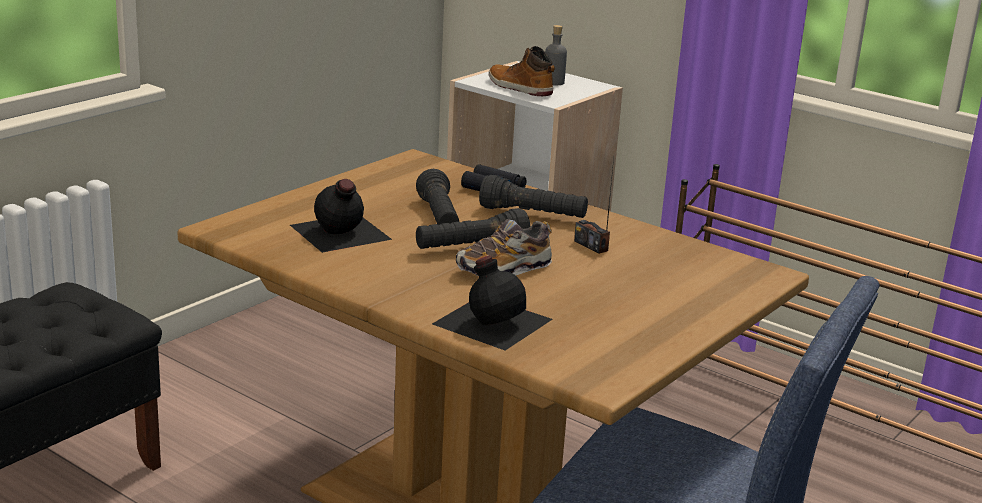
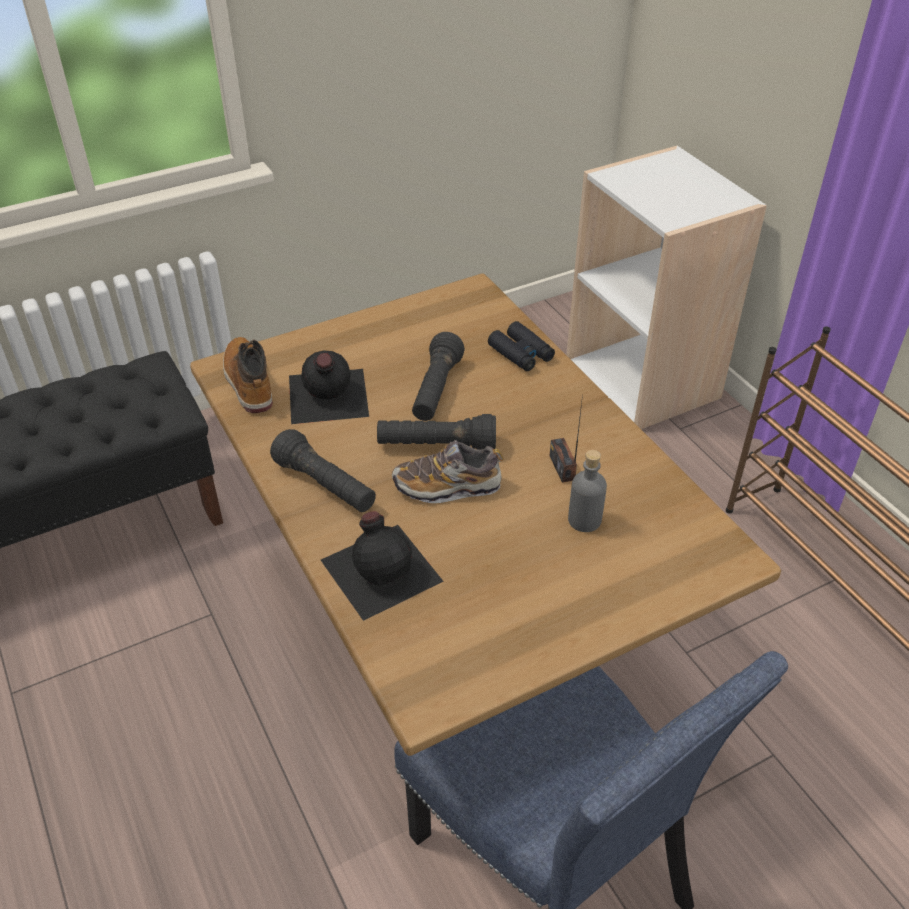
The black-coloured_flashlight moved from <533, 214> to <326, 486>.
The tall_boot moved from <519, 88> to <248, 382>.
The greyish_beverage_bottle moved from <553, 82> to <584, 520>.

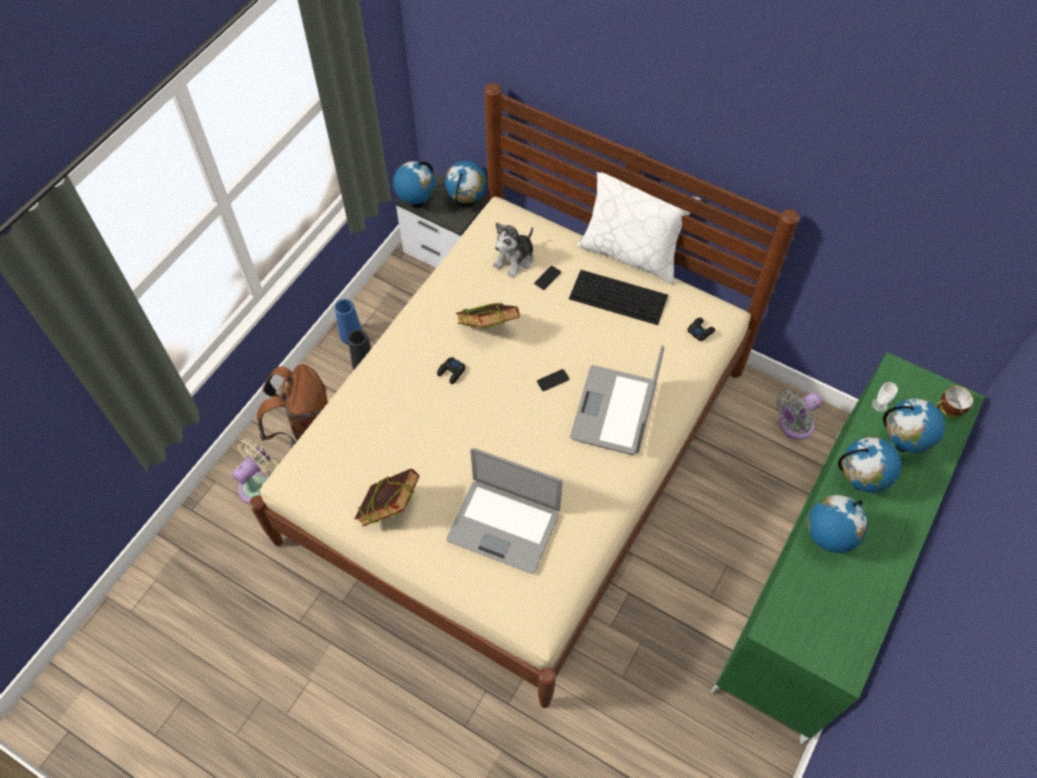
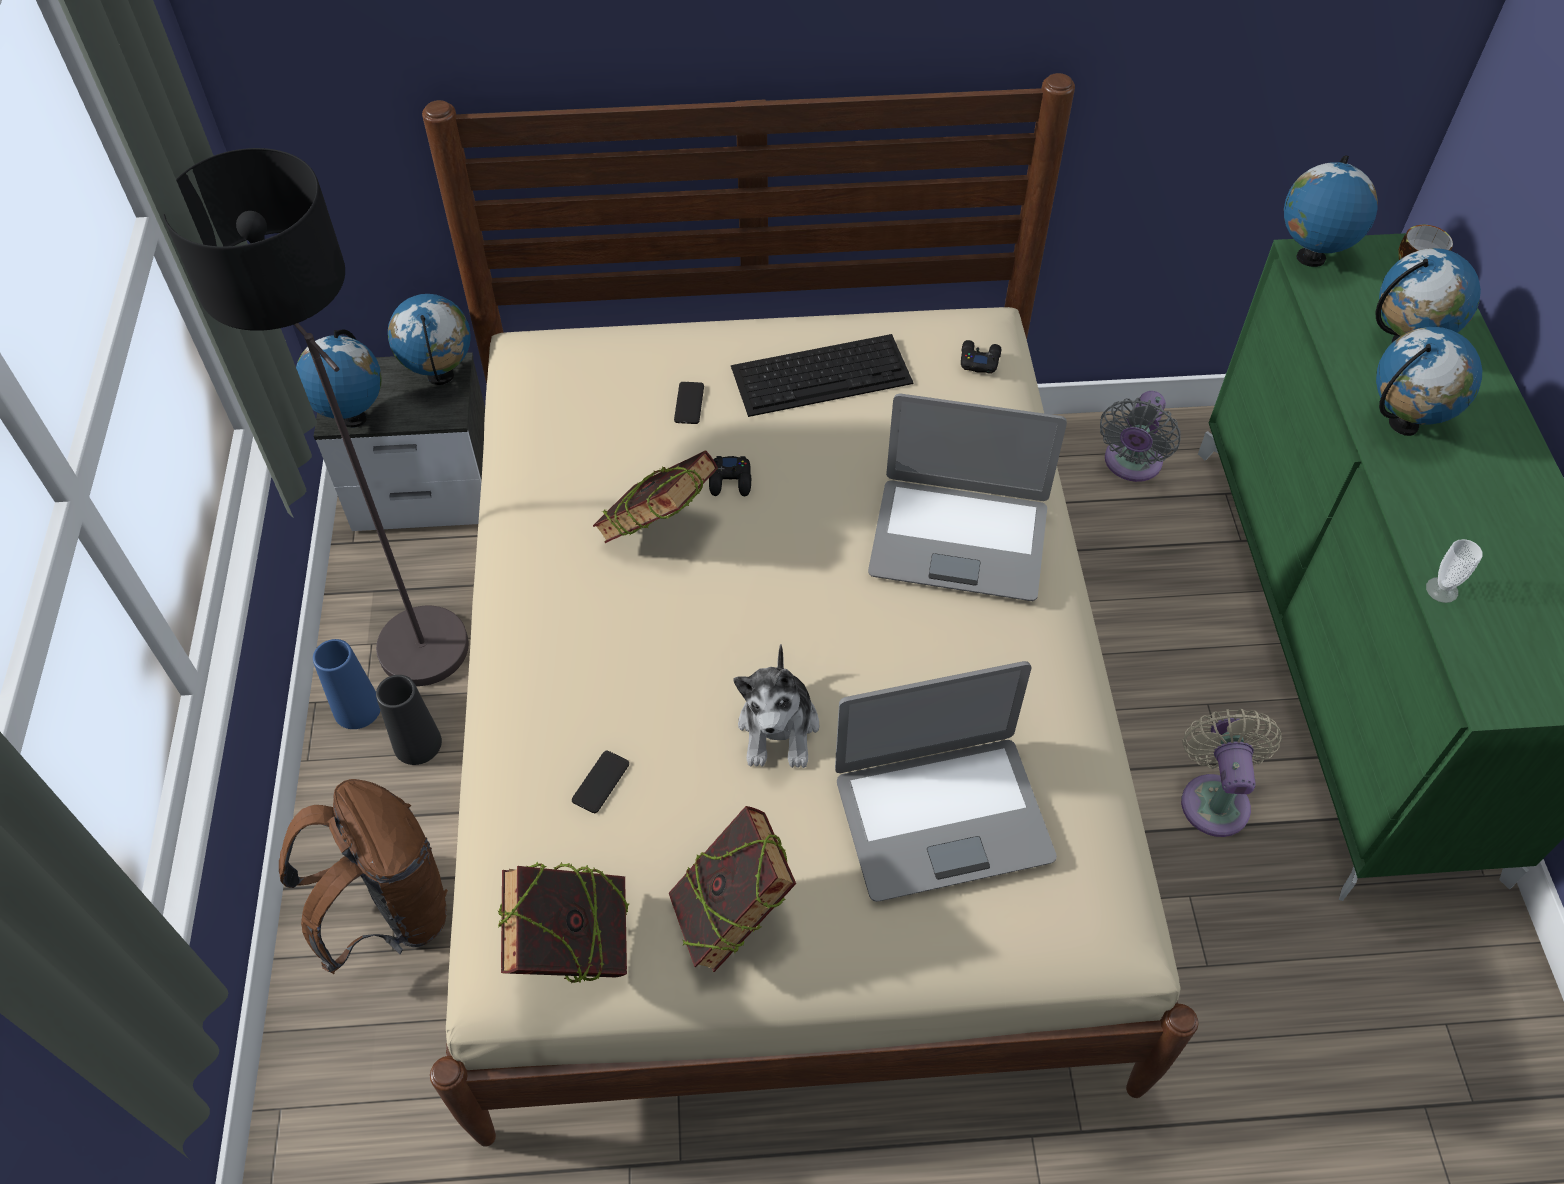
The beige-coloured_fan moved from <259, 485> to <1214, 798>.
The black-coloured_gamepad moved from <451, 372> to <731, 481>.
The plush_toy moved from <515, 259> to <779, 727>.
The phone moved from <553, 380> to <600, 782>.
The laptop at <614, 411> turned 60 degrees counterclockwise.
The white-coloured_cushion at <631, 253> disappeared.
The world_globe moved from <826, 539> to <1310, 258>.
The cup moved from <879, 405> to <1441, 590>.
The black-coloured_floor_lamp at <409, 631> appeared.
The book at <573, 948> appeared.

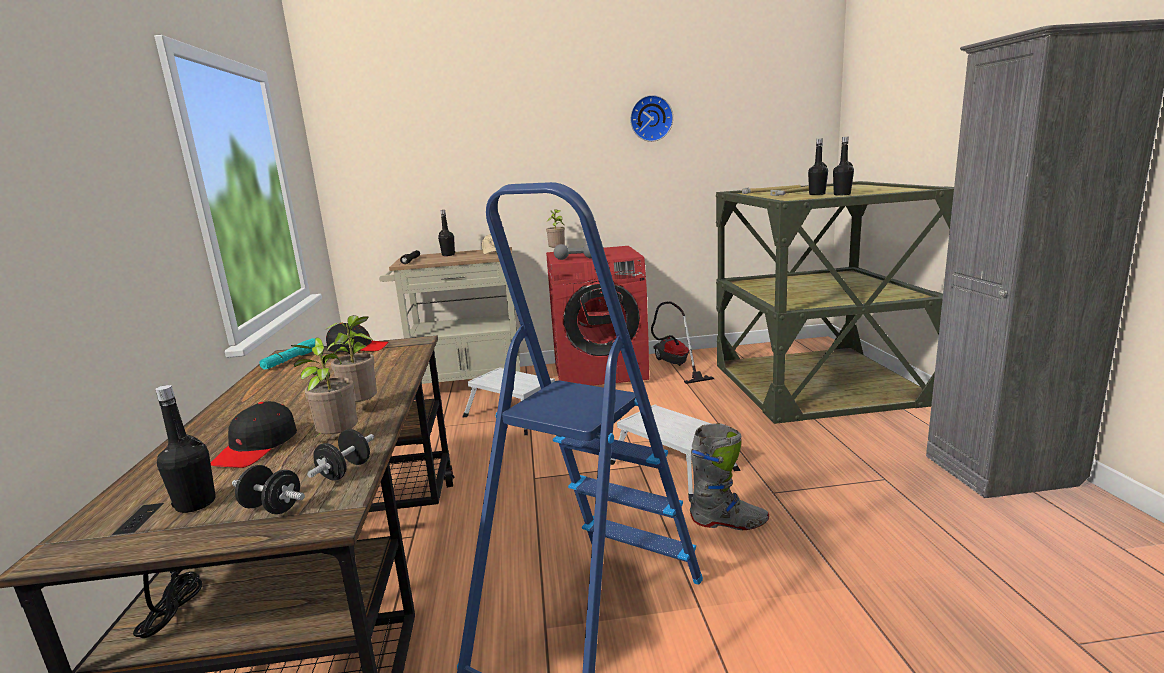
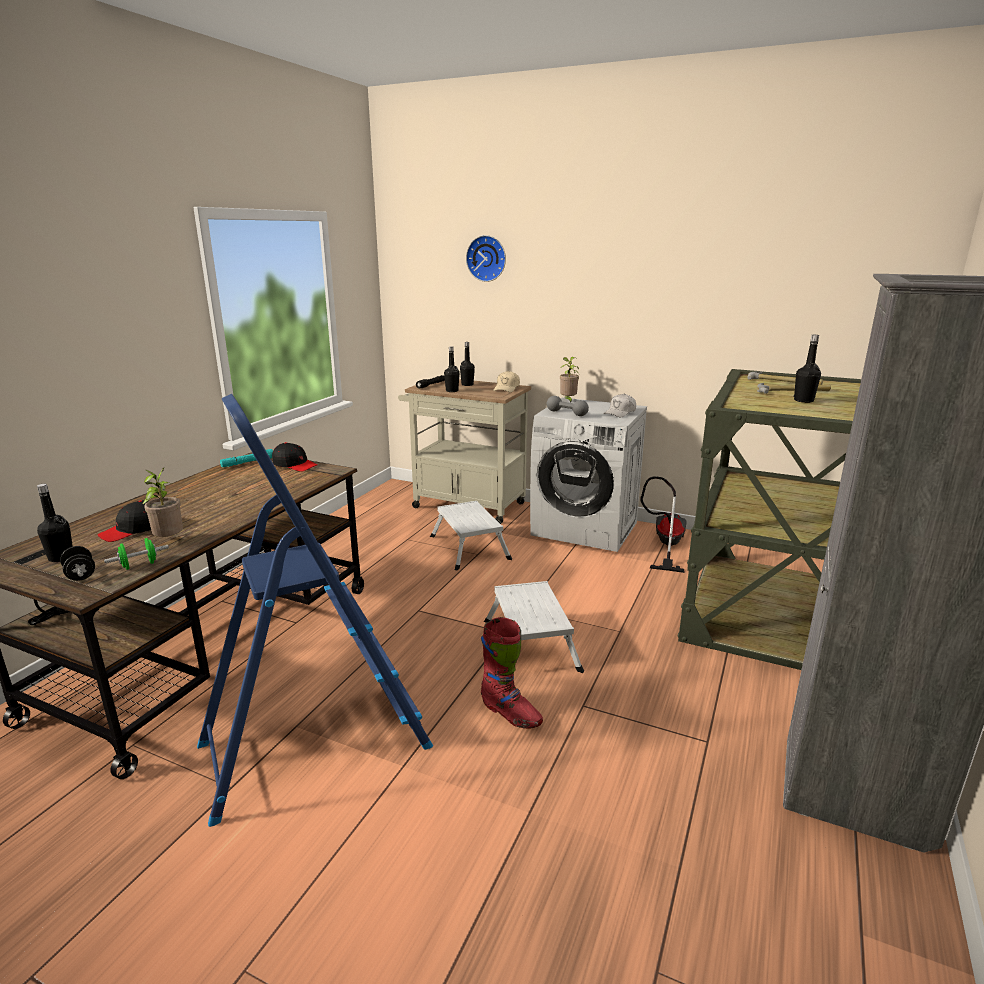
The black-coloured_free_weight at <345, 471> became the green-coloured_free_weight at <139, 565>.
The potted_plant at <362, 408> disappeared.
The red_laundry_machine at <600, 374> became the white-coloured_laundry_machine at <585, 531>.
The hanging_clock moved from <650, 118> to <487, 258>.
The greyish_tall_boot at <729, 523> became the red_tall_boot at <510, 714>.
The black-coloured_beverage_bottle moved from <842, 194> to <452, 391>.
The white-coloured_peaked_cap at <620, 413> appeared.

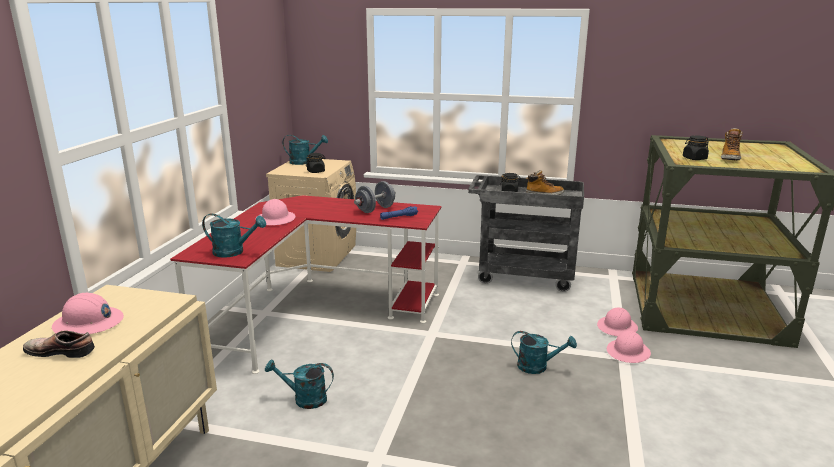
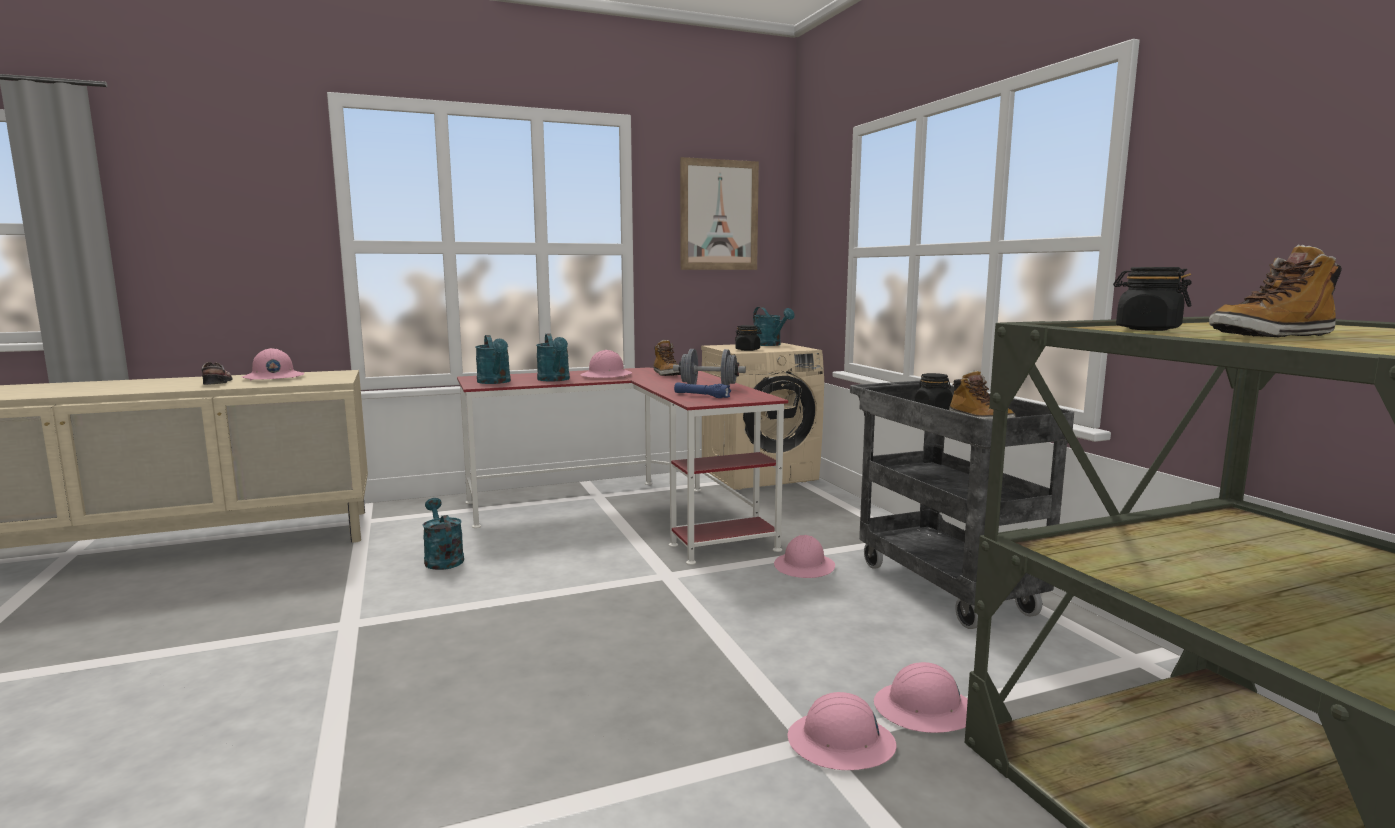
The blue-green_sprinkling_can moved from <538, 367> to <555, 380>.
The tall_boot at <667, 374> appeared.
The picture at <719, 215> appeared.
The pink_safety_helmet at <804, 567> appeared.

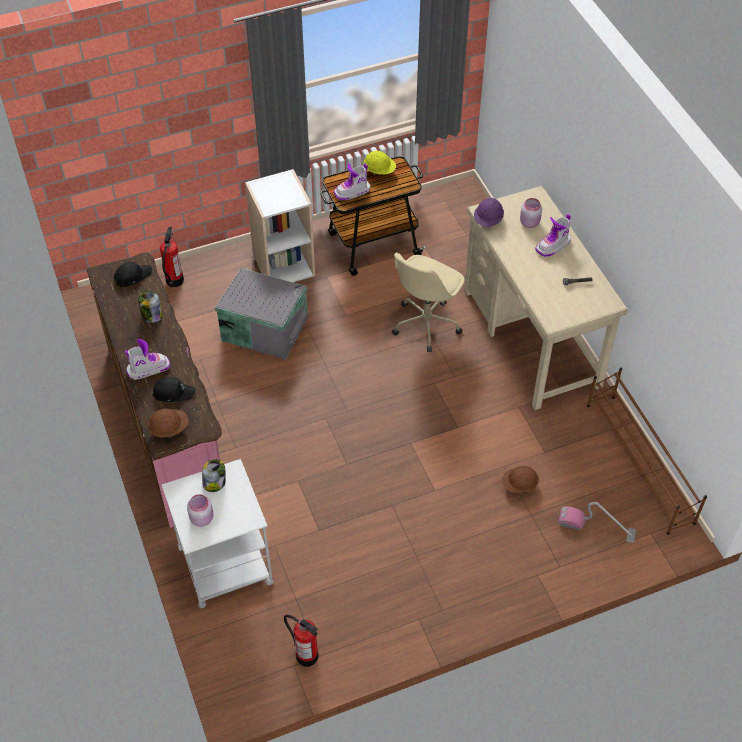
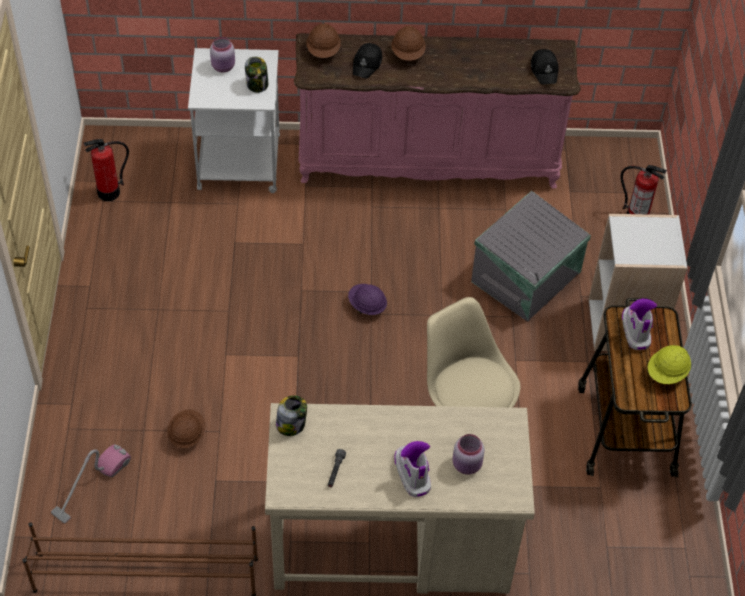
The tall_boot at <148, 369> was replaced by the brown-coloured_safety_helmet at <408, 54>.
The preserve_jar moved from <151, 315> to <291, 424>.
The purplish_safety_helmet moved from <488, 221> to <367, 306>.

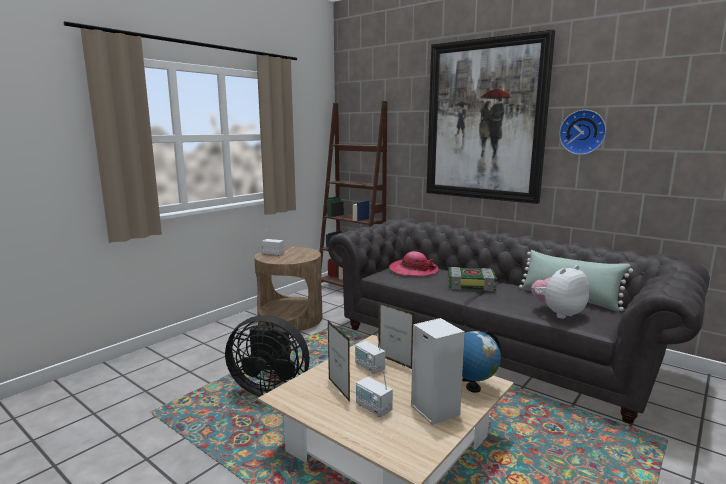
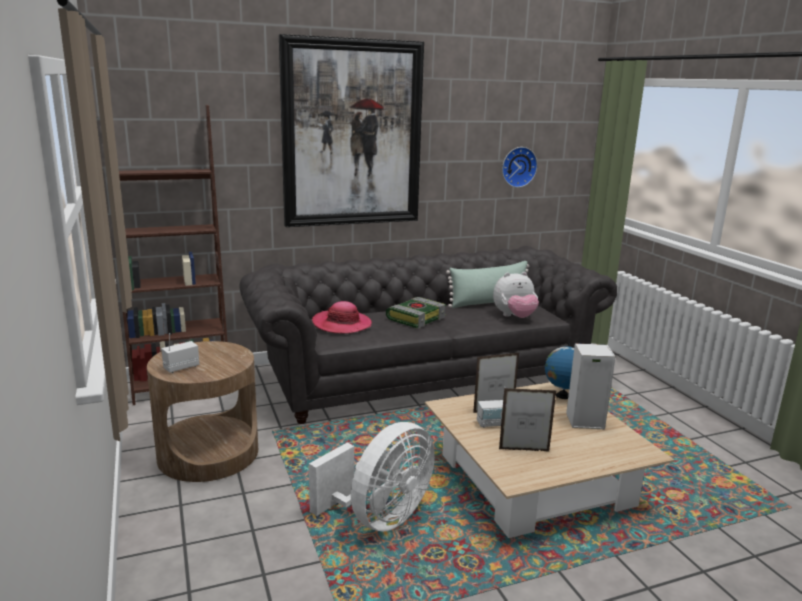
The black-coloured_fan at <270, 388> became the white-coloured_fan at <379, 518>.
The radio_set at <373, 408> disappeared.
The plush_toy at <558, 313> turned 105 degrees counterclockwise.
The hanging_clock moved from <583, 132> to <518, 166>.

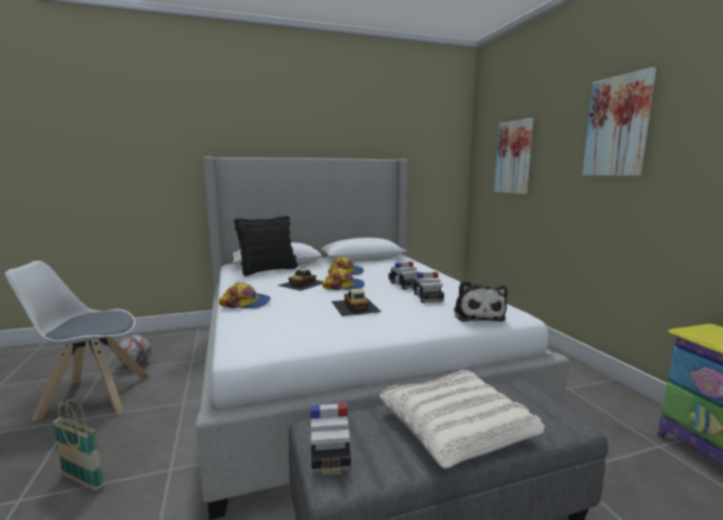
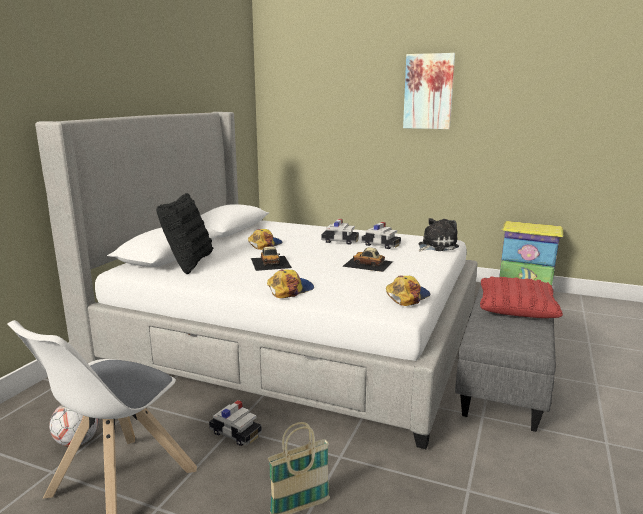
The model_car moved from <329, 449> to <235, 433>.
The peaked_cap moved from <344, 286> to <407, 296>.
The beige-coloured_cushion at <456, 427> became the red_cushion at <516, 307>.
The plush_toy at <478, 315> turned 75 degrees counterclockwise.
The picture at <514, 157> disappeared.

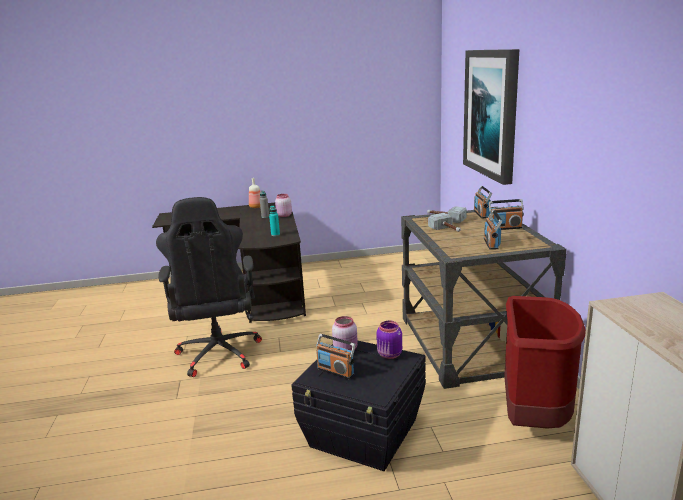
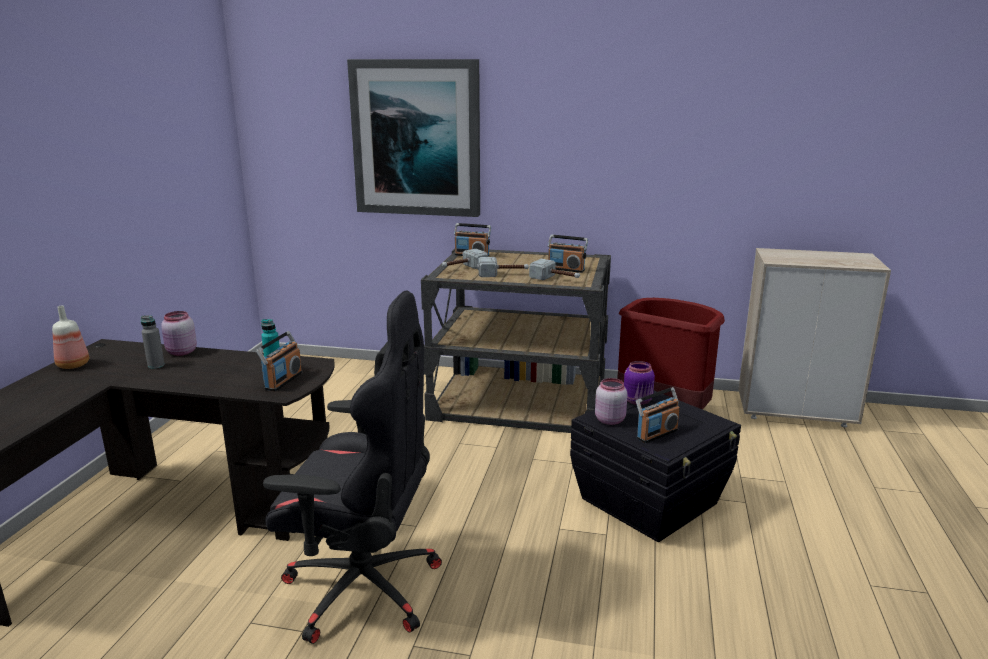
The radio_set moved from <505, 228> to <283, 381>.
The hammer at <555, 279> appeared.

